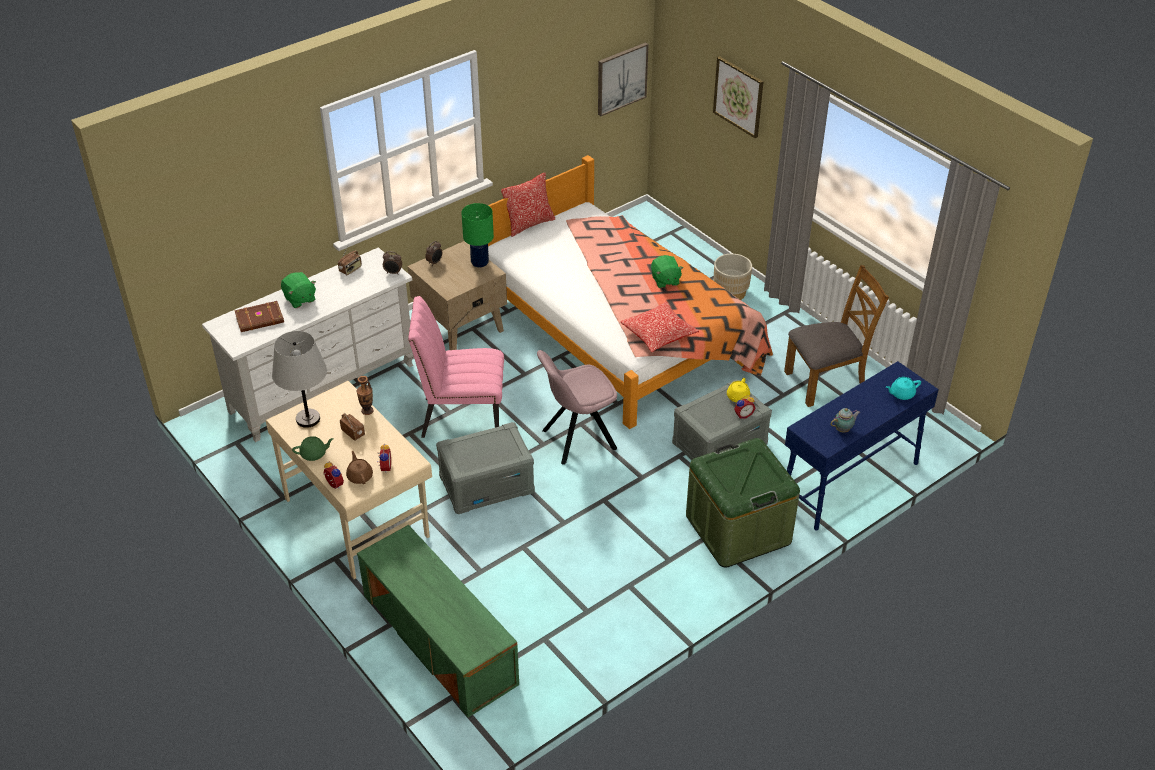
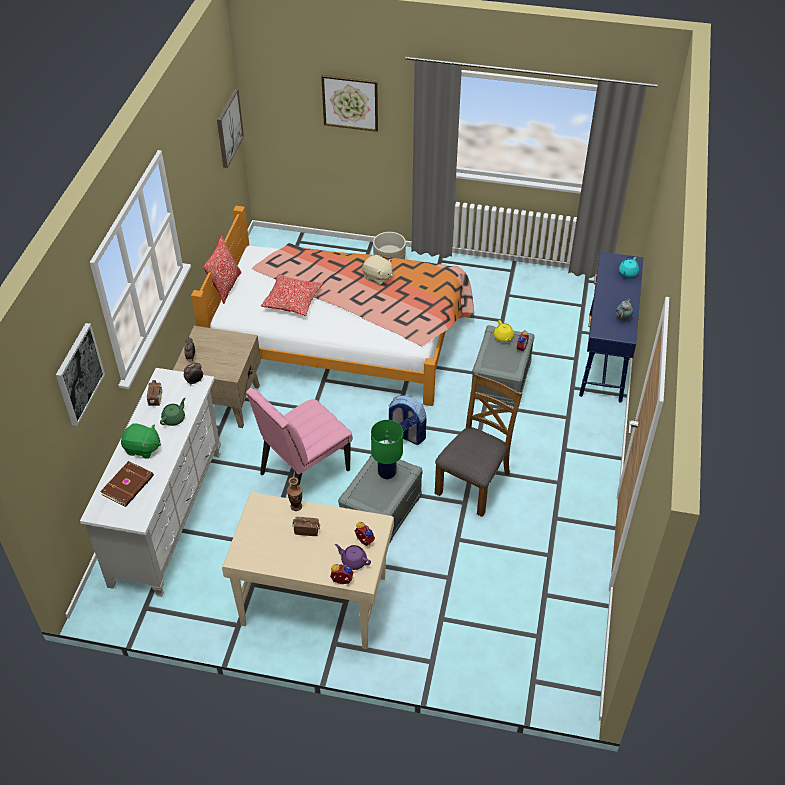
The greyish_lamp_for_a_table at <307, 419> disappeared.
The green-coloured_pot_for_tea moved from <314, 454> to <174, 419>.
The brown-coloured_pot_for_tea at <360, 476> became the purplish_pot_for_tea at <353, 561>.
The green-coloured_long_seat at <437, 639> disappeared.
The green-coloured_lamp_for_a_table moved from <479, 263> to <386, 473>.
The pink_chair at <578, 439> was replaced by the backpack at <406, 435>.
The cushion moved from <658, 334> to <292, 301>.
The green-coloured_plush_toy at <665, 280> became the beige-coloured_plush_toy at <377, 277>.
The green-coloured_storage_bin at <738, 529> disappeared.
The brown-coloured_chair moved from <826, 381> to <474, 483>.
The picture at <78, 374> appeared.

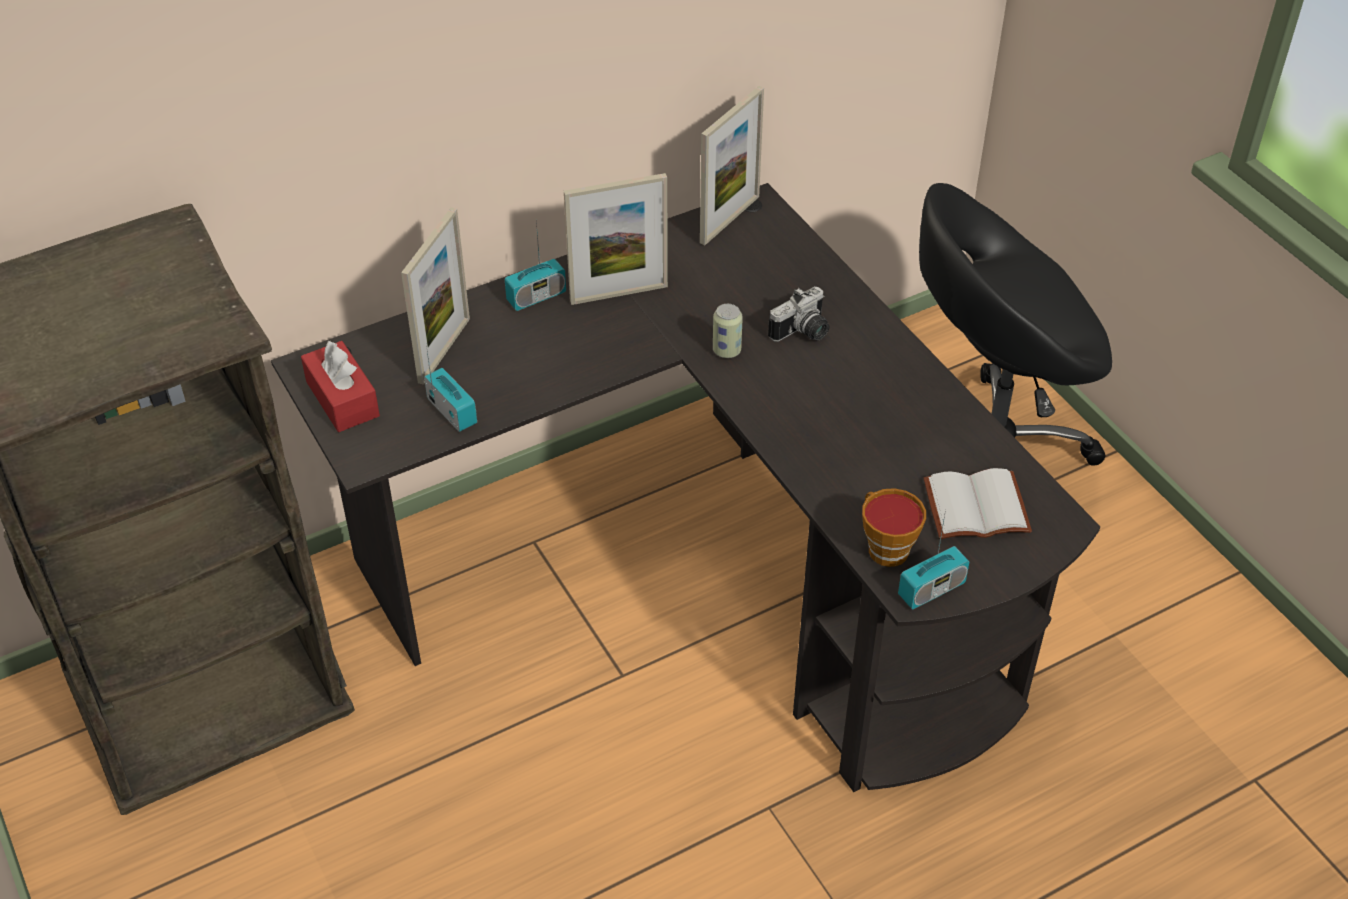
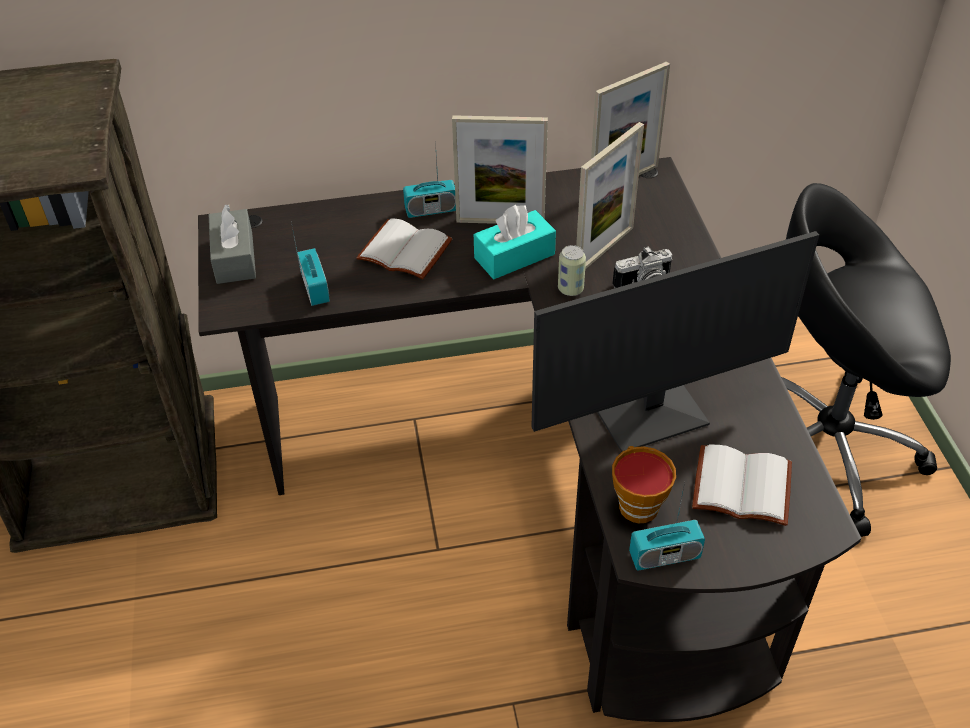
The red_box_of_tissues at <342, 399> became the greyish_box_of_tissues at <234, 258>.
The standing_frame moved from <444, 350> to <604, 249>.
The white-coloured_book at <407, 250> appeared.
The blue-green_box_of_tissues at <514, 256> appeared.
The computer_display at <650, 413> appeared.

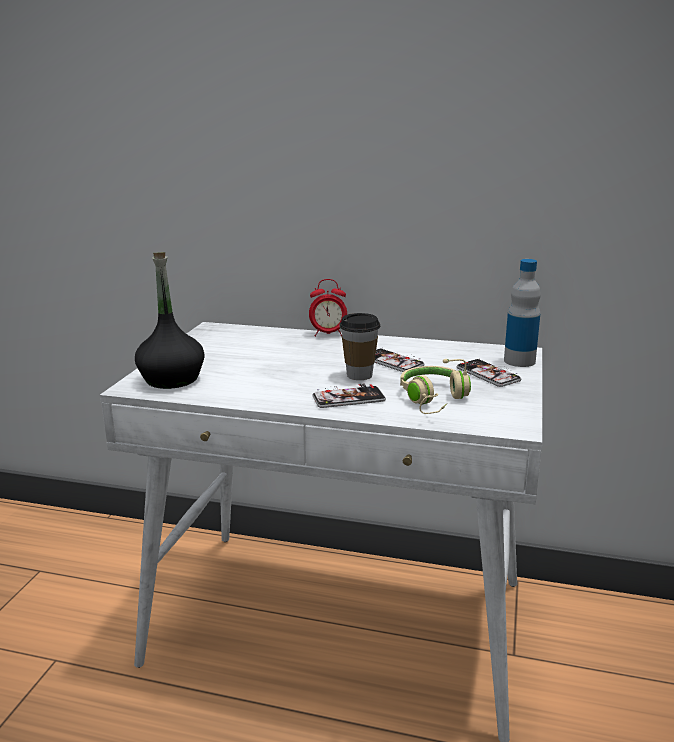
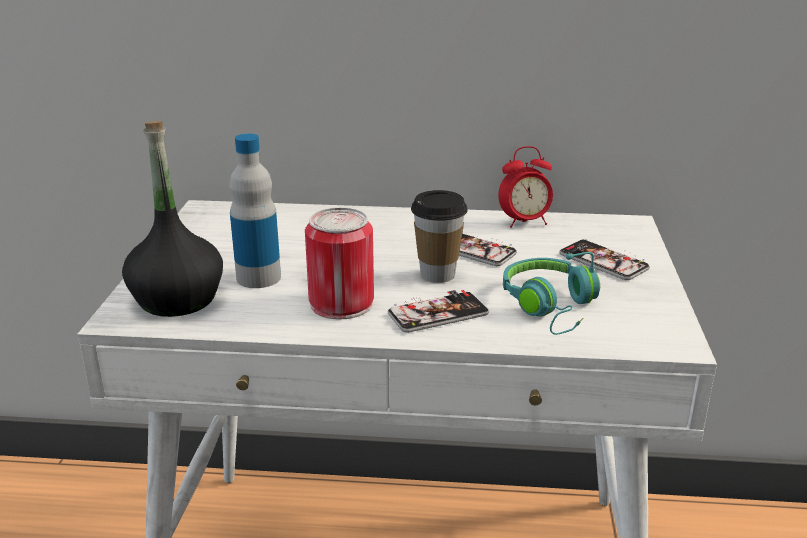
The alarm_clock moved from <328, 334> to <524, 222>.
The beige-coloured_headphones at <434, 400> became the blue-green_headphones at <552, 307>.
The beverage_bottle moved from <519, 361> to <258, 277>.
The sealed_can at <341, 303> appeared.

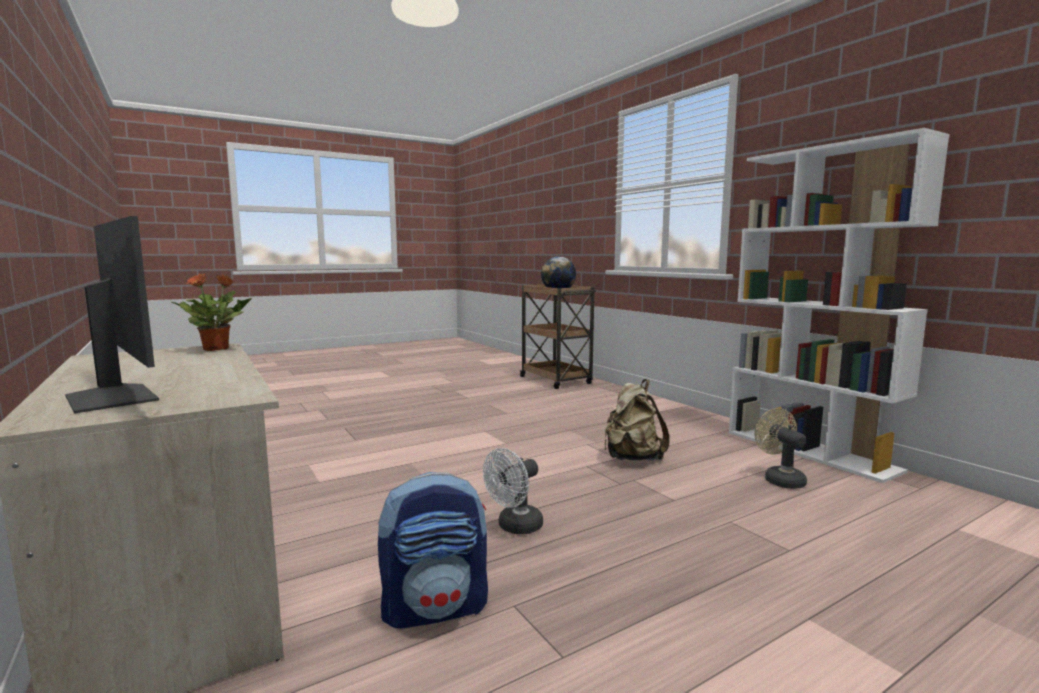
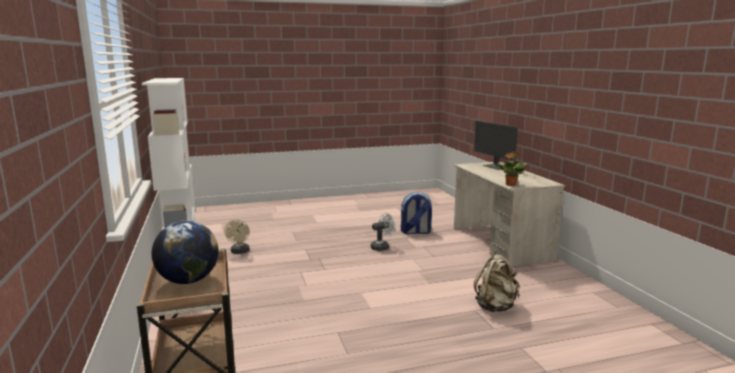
The beige-coloured_backpack moved from <632, 458> to <495, 307>.

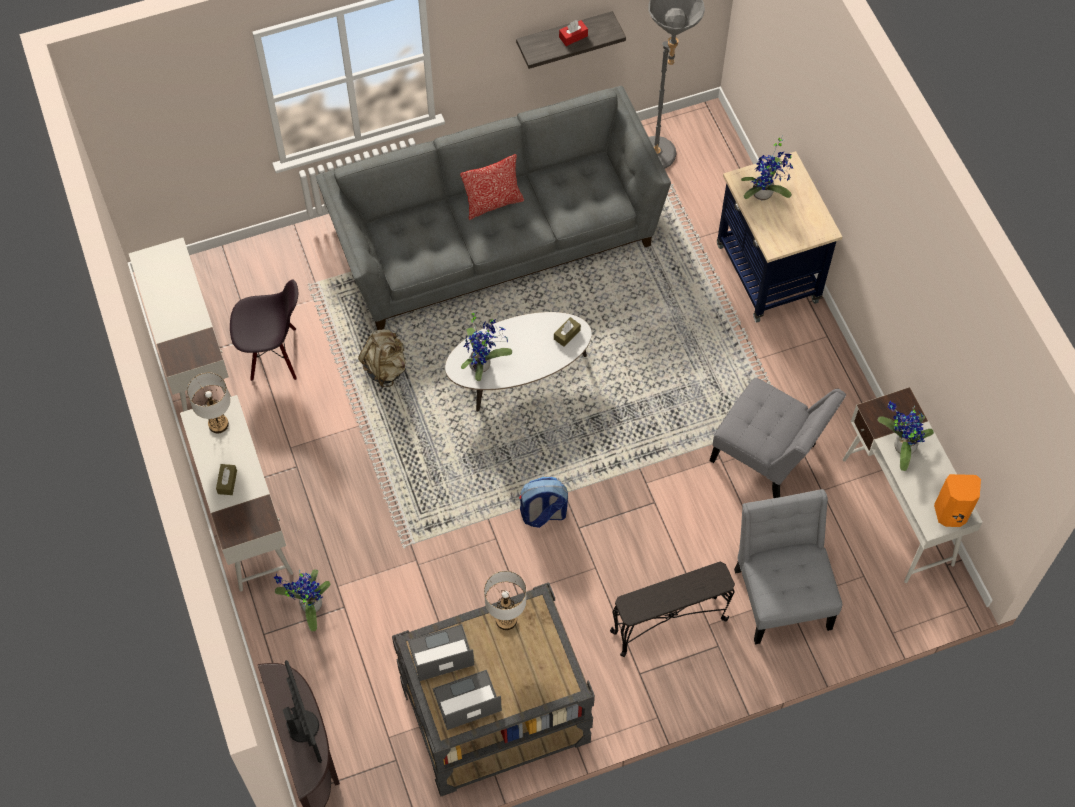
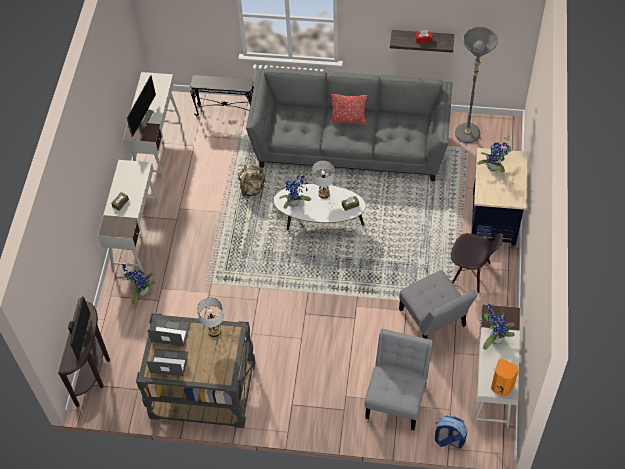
The lamp_for_a_table moved from <218, 424> to <324, 194>.
The black-coloured_chair moved from <273, 355> to <471, 273>.
The backpack moved from <543, 514> to <449, 439>.
The black-coloured_end_table moved from <669, 625> to <226, 113>.
The computer_display at <141, 118> appeared.

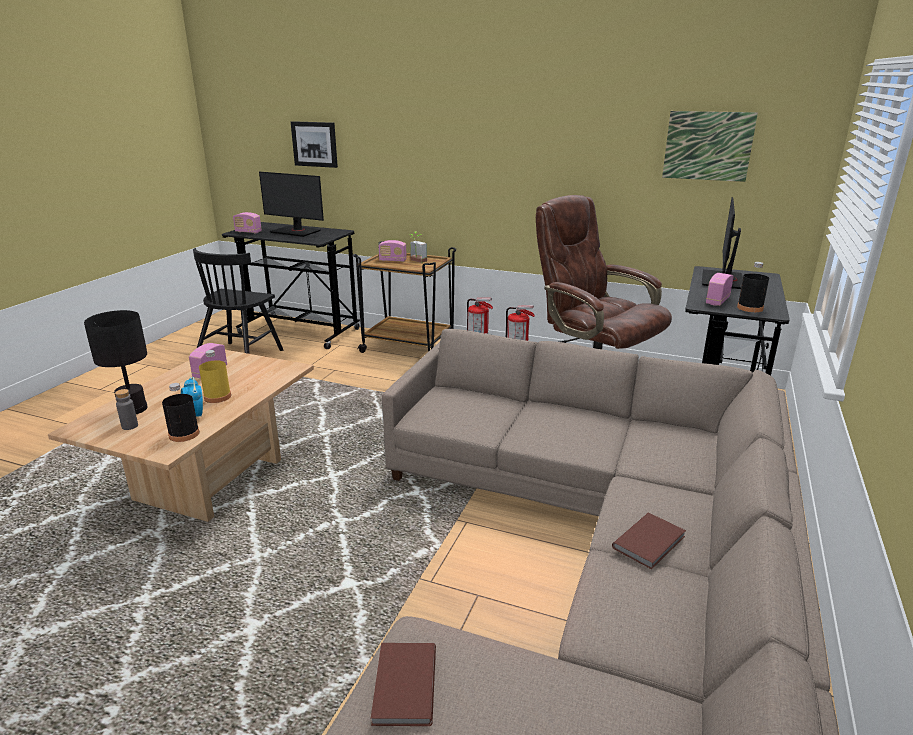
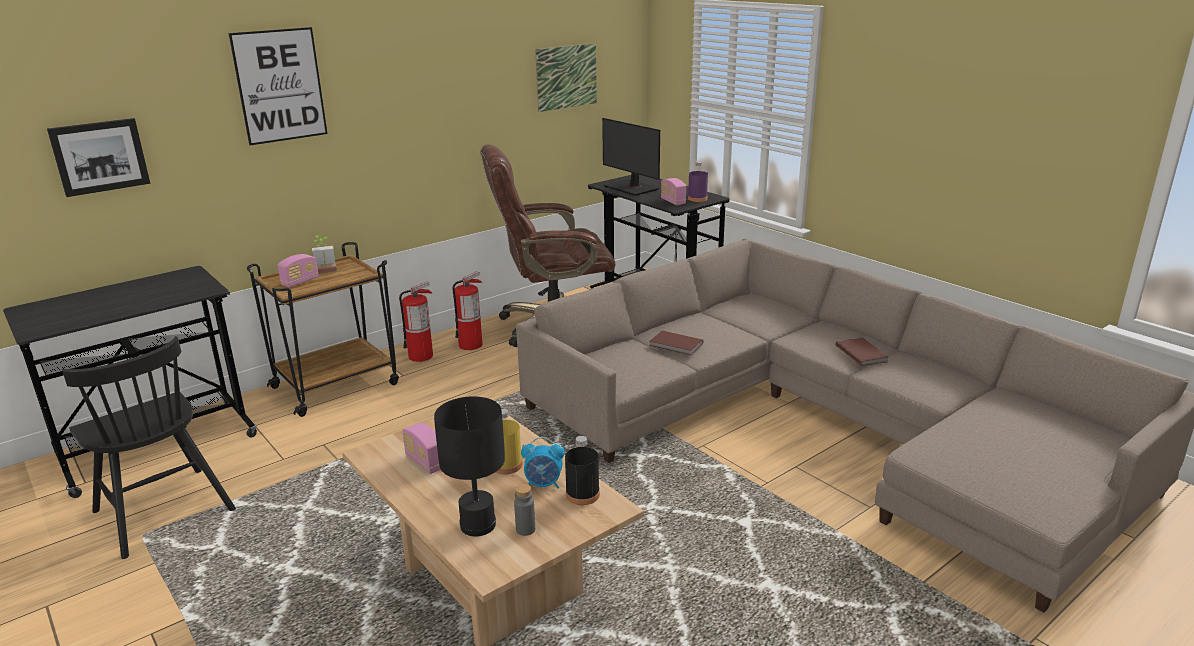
The radio_set at <248, 232> disappeared.
The computer_display at <296, 231> disappeared.
The brown-coloured_book moved from <402, 686> to <676, 345>.
The black-coloured_beverage_bottle at <750, 308> became the purplish_beverage_bottle at <697, 199>.
The picture at <280, 86> appeared.

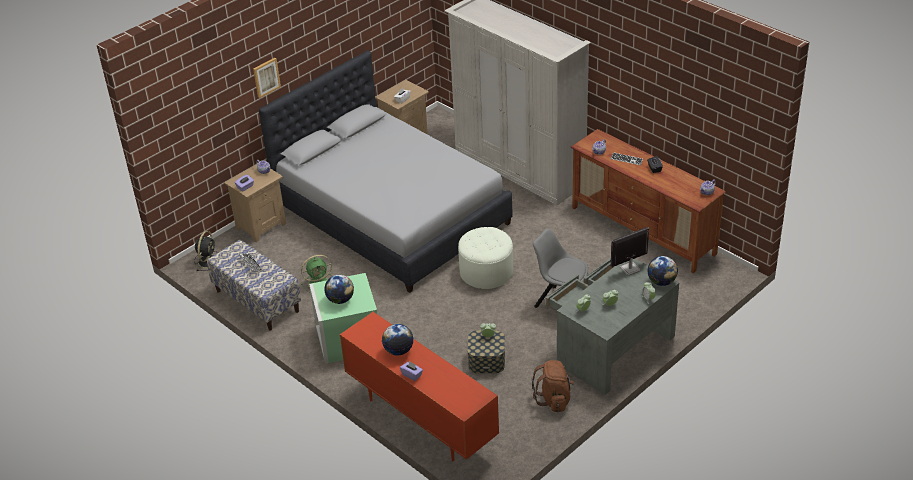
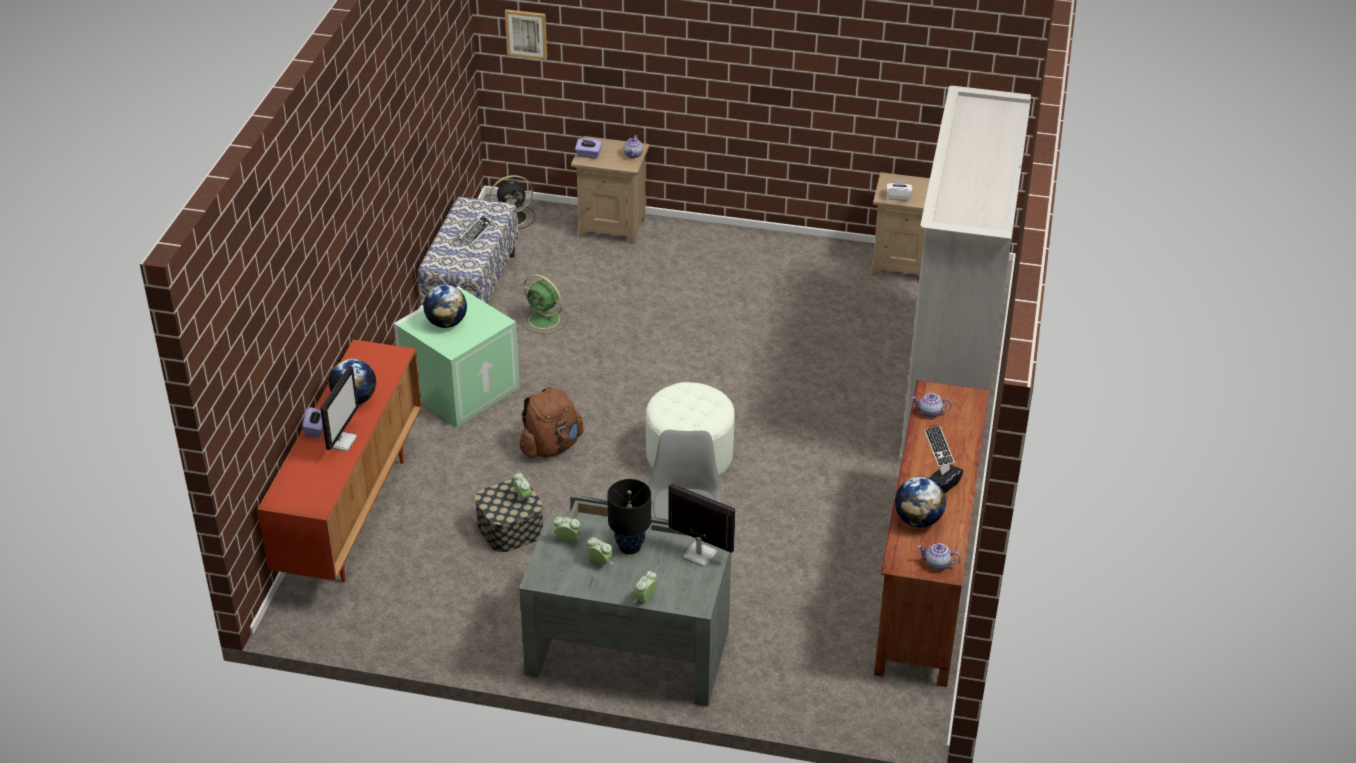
The picture moved from <266, 77> to <526, 33>.
The greyish_sleeping_bed at <391, 214> disappeared.
The brown-coloured_backpack moved from <554, 399> to <551, 447>.
The world_globe moved from <661, 282> to <917, 520>.
The computer_display at <341, 441> appeared.
The black-coloured_lamp_for_a_table at <629, 546> appeared.

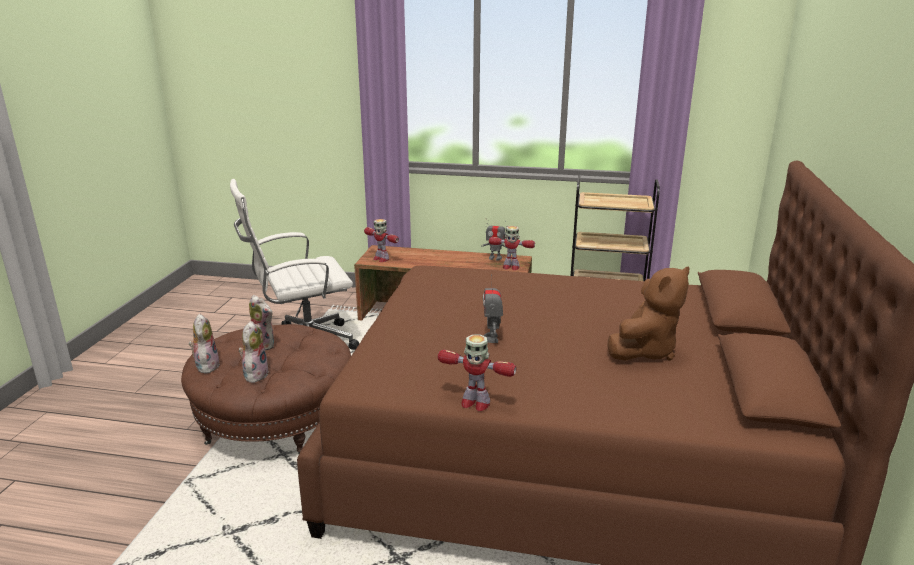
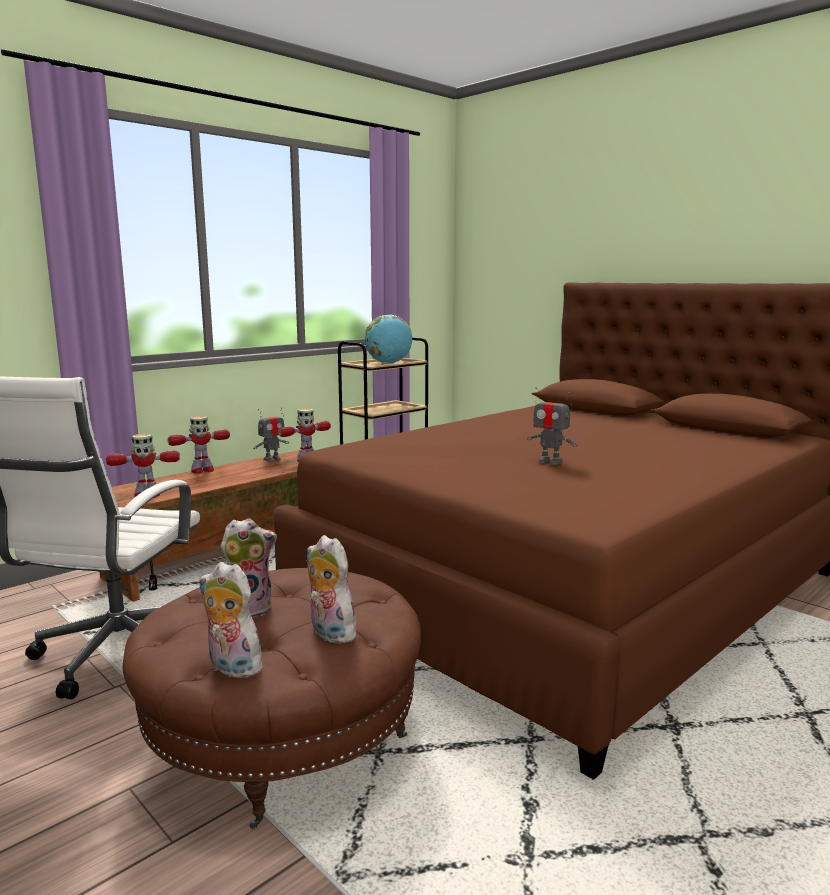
The toy_robot moved from <474, 403> to <202, 470>.
The brown-coloured_plush_toy at <644, 351> disappeared.
The world_globe at <388, 363> appeared.

